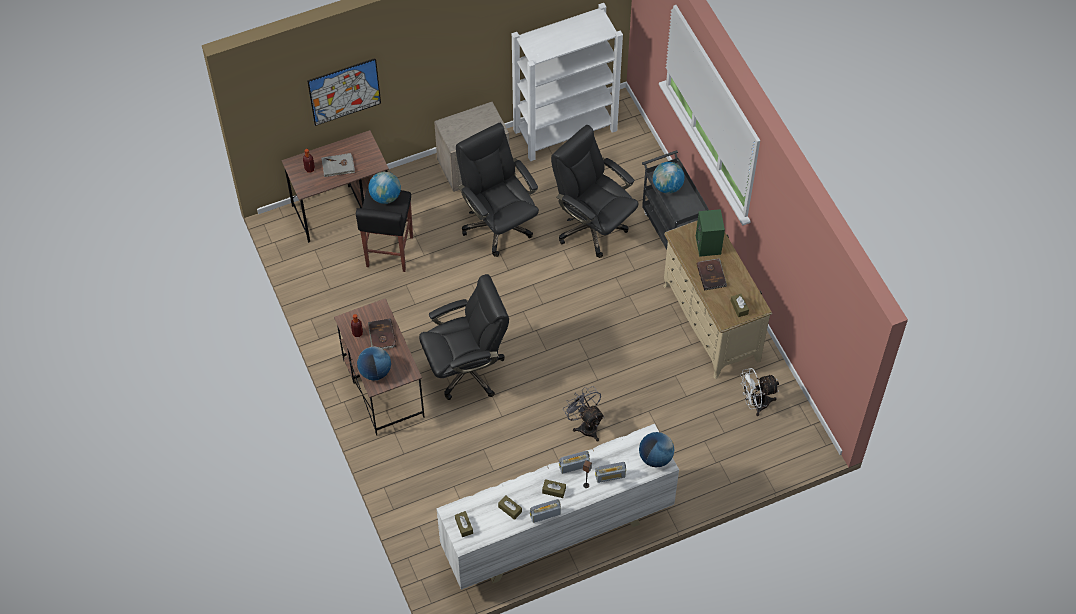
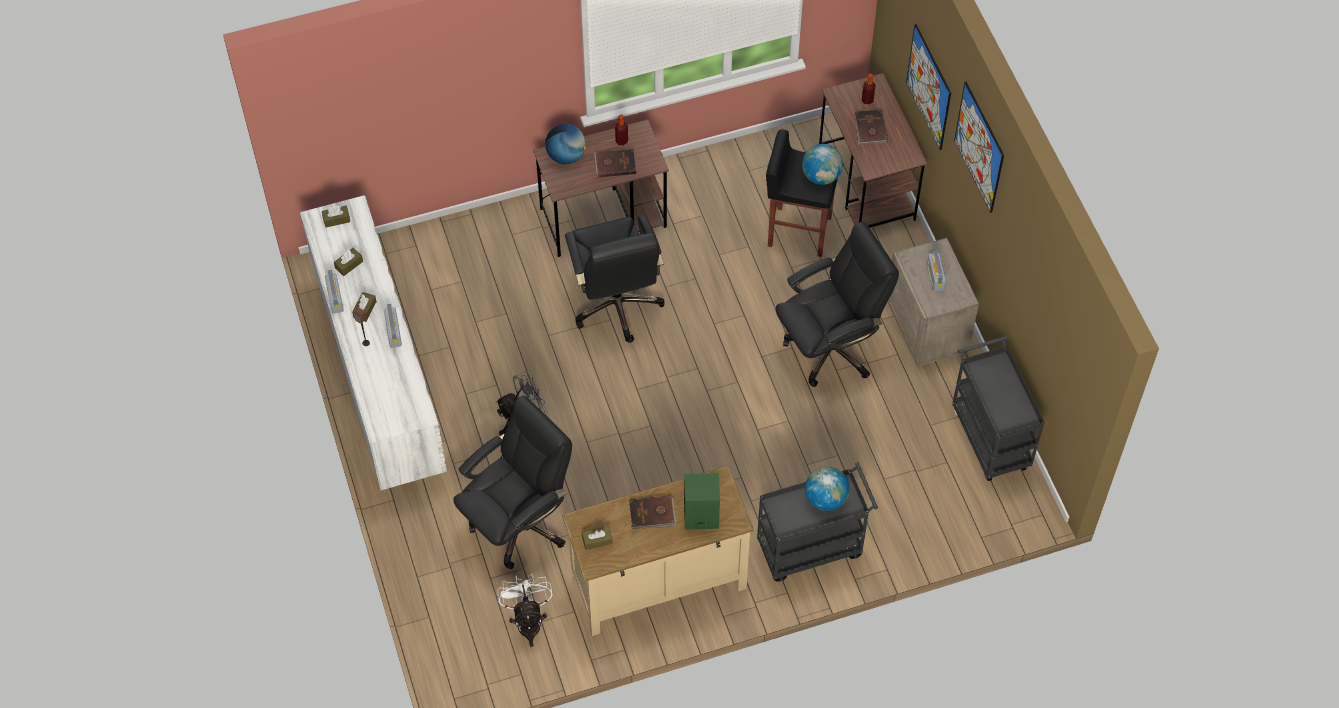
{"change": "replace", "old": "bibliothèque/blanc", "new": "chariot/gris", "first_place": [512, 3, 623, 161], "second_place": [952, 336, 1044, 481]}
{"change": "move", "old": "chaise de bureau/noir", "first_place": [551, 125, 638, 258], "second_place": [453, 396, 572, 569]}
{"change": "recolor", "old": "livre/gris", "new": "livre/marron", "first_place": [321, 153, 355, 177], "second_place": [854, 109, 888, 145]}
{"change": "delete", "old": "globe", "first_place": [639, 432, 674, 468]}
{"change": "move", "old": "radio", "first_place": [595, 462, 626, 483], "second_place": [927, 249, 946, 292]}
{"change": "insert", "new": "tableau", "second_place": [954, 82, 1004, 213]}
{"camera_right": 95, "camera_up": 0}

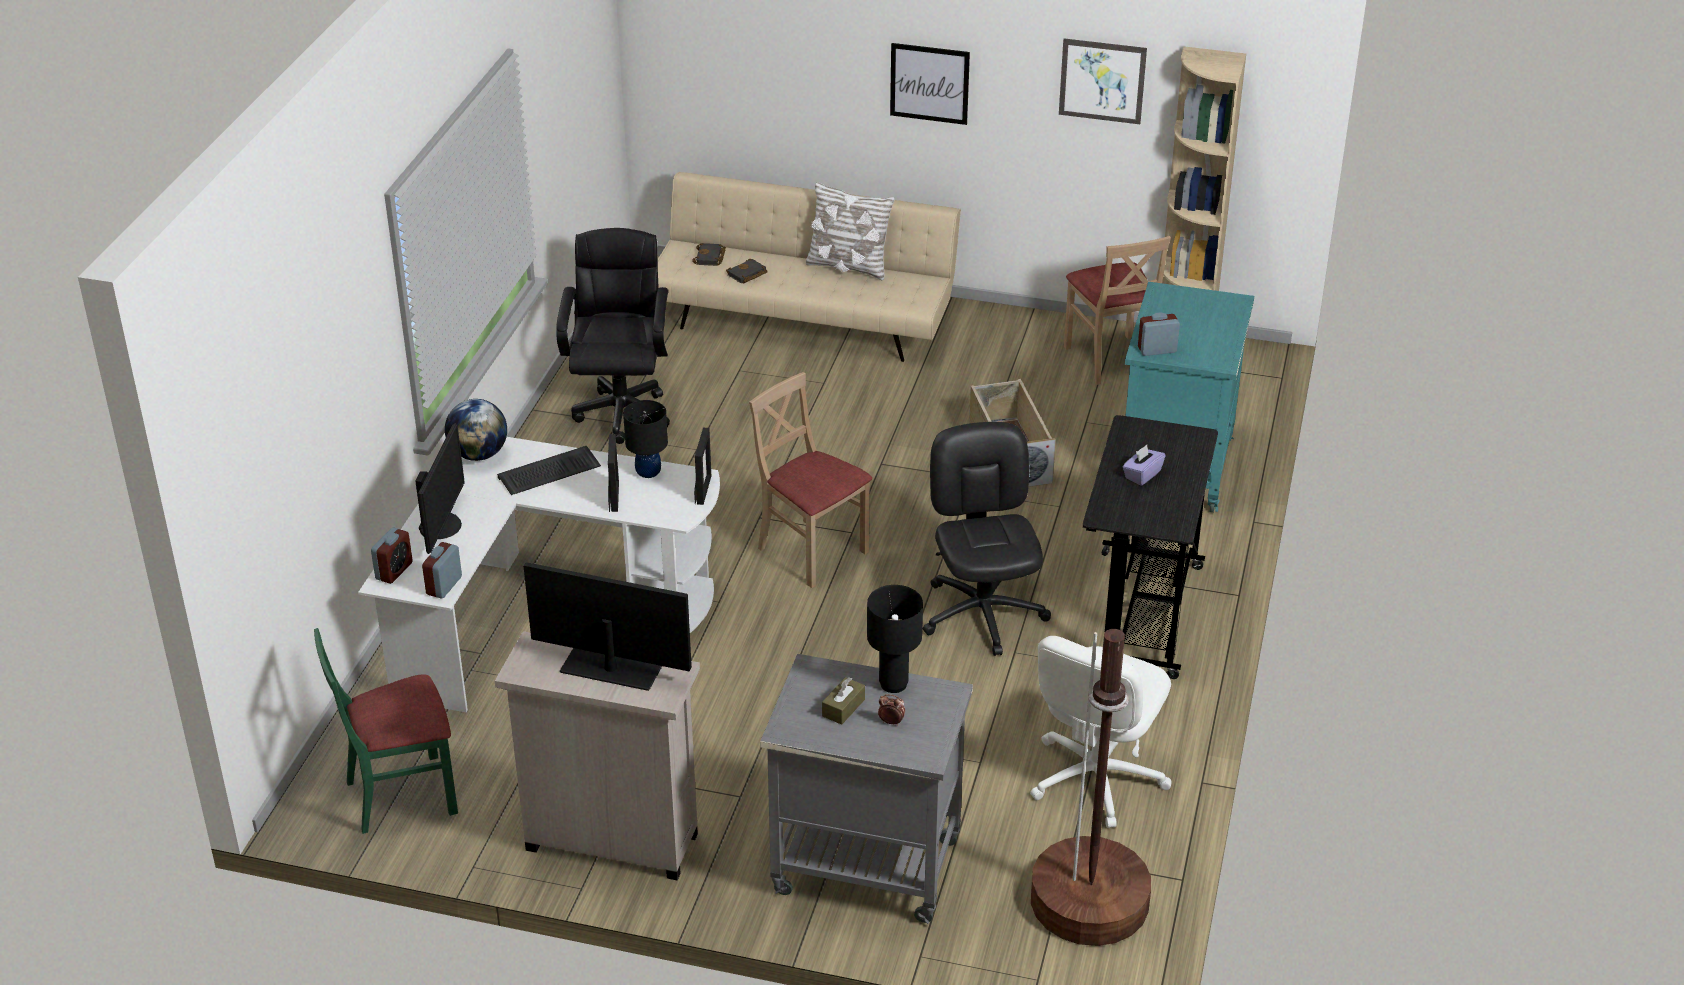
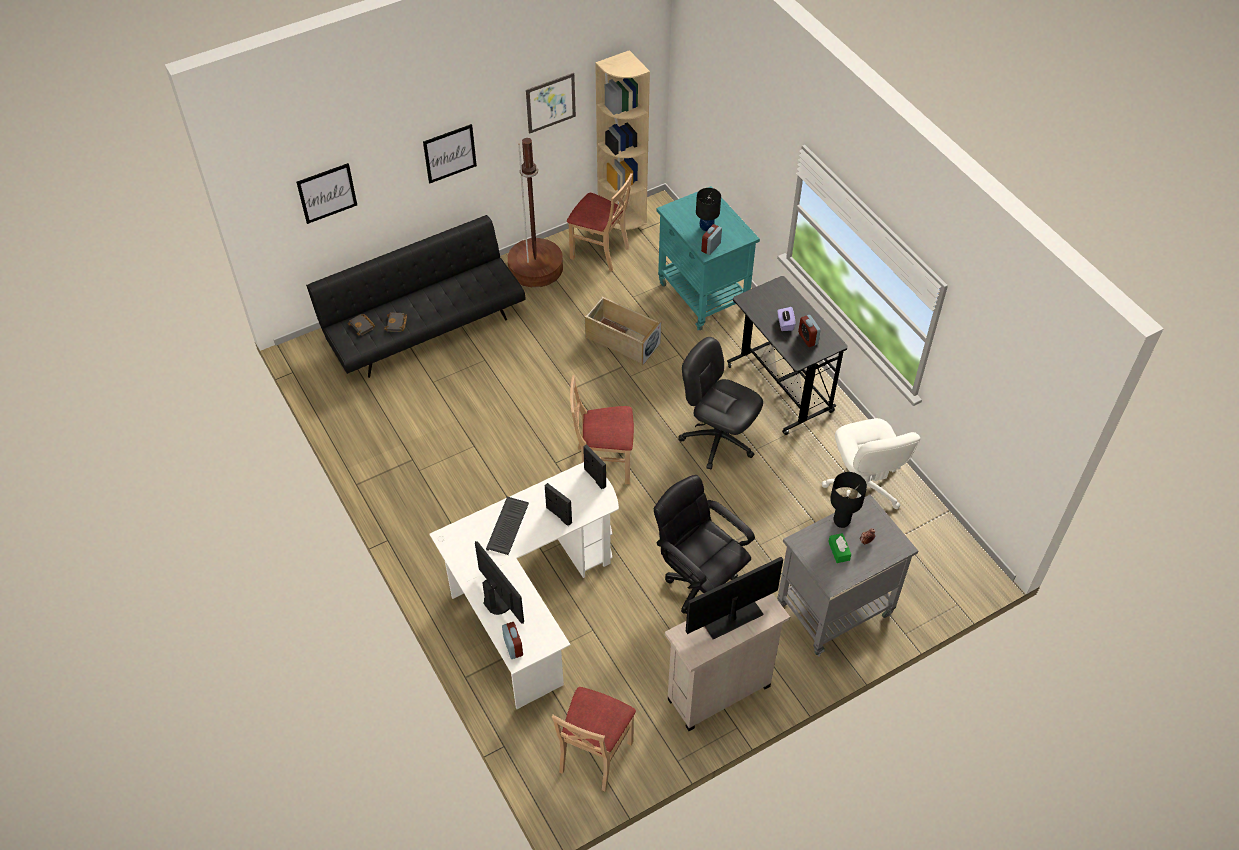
{"change": "recolor", "old": "canapé/beige", "new": "canapé/noir", "first_place": [658, 172, 961, 362], "second_place": [306, 215, 525, 378]}
{"change": "delete", "old": "coussin/blanc", "first_place": [806, 182, 895, 280]}
{"change": "move", "old": "chaise de bureau/noir", "first_place": [556, 228, 670, 444], "second_place": [654, 475, 755, 614]}
{"change": "delete", "old": "globe", "first_place": [445, 399, 507, 461]}
{"change": "move", "old": "lampe de table/noir", "first_place": [623, 400, 668, 478], "second_place": [696, 188, 721, 231]}
{"change": "move", "old": "réveil", "first_place": [422, 542, 462, 599], "second_place": [798, 315, 821, 347]}
{"change": "recolor", "old": "chaise/vert", "new": "chaise/beige", "first_place": [314, 628, 458, 834], "second_place": [552, 687, 636, 792]}
{"change": "move", "old": "lampadaire/marron", "first_place": [1031, 629, 1151, 946], "second_place": [508, 138, 563, 288]}
{"change": "recolor", "old": "boîte à mouchoirs/marron", "new": "boîte à mouchoirs/vert", "first_place": [822, 677, 865, 725], "second_place": [828, 533, 851, 563]}
{"change": "insert", "new": "tableau", "second_place": [296, 163, 357, 224]}
{"camera_right": -45, "camera_up": 15}

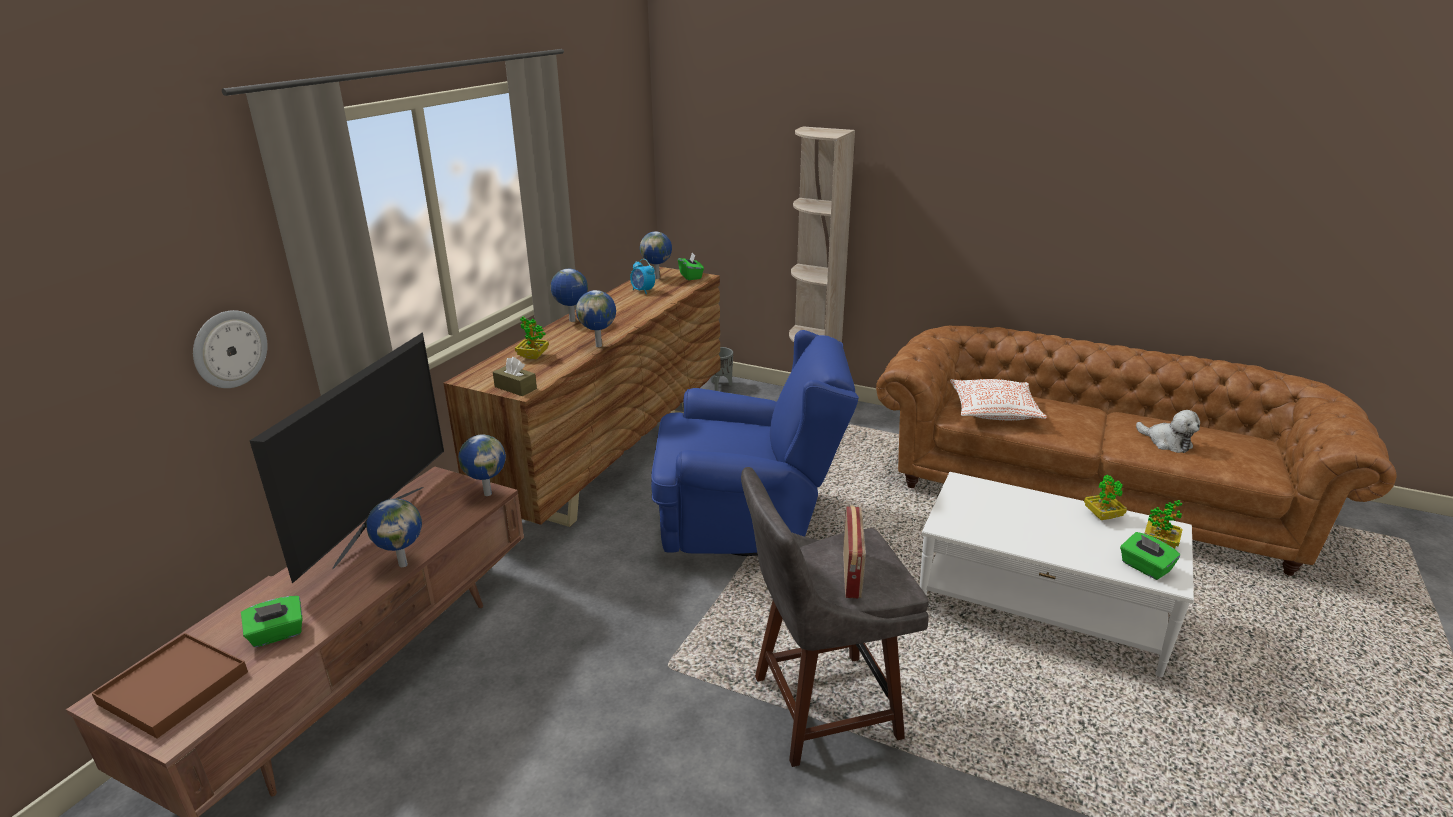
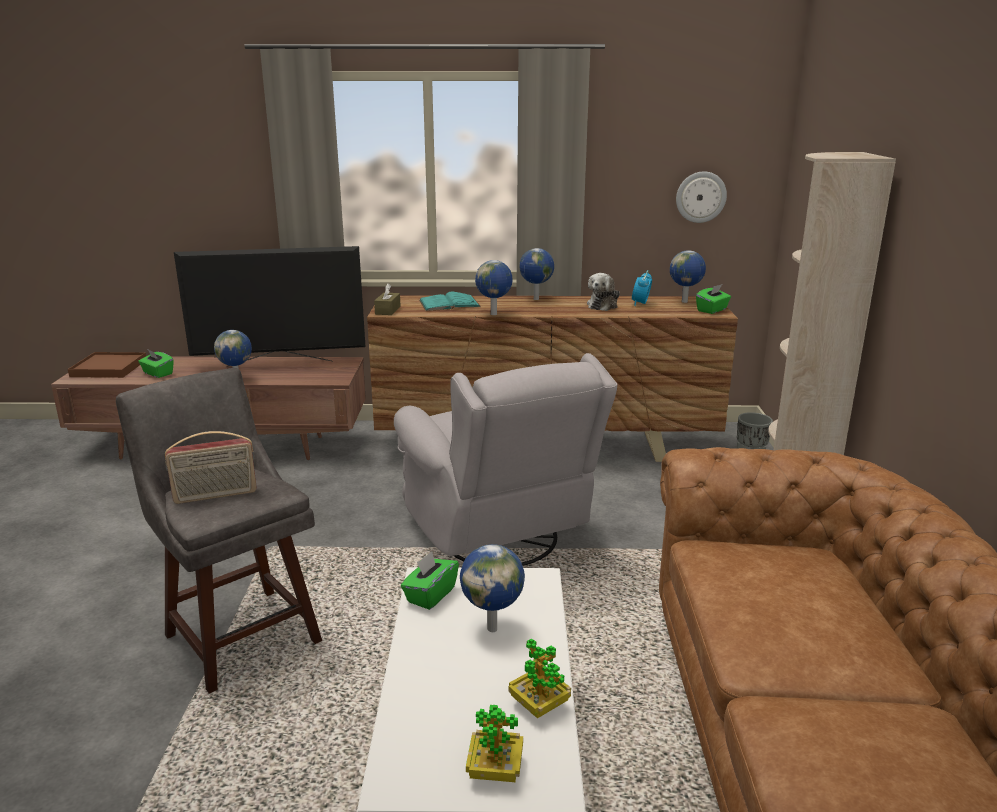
{"change": "move", "old": "horloge murale", "first_place": [193, 310, 268, 388], "second_place": [676, 171, 727, 223]}
{"change": "replace", "old": "plante en pot", "new": "livre/turquoise", "first_place": [515, 316, 549, 359], "second_place": [419, 291, 481, 311]}
{"change": "recolor", "old": "fauteuil/bleu", "new": "fauteuil/gris", "first_place": [651, 330, 859, 556], "second_place": [394, 353, 618, 566]}
{"change": "delete", "old": "coussin/blanc", "first_place": [950, 379, 1047, 421]}
{"change": "move", "old": "peluche", "first_place": [1136, 410, 1200, 453], "second_place": [587, 273, 620, 311]}
{"change": "move", "old": "globe", "first_place": [458, 434, 506, 496], "second_place": [460, 544, 525, 632]}
{"change": "move", "old": "boîte à mouchoirs/vert", "first_place": [1120, 532, 1180, 580], "second_place": [401, 551, 459, 610]}
{"camera_right": 65, "camera_up": -5}

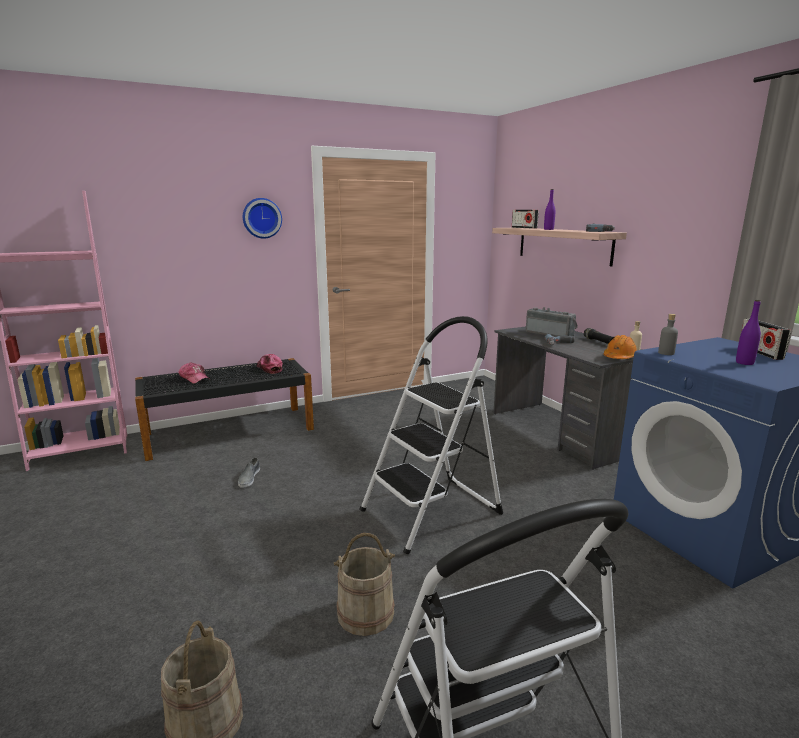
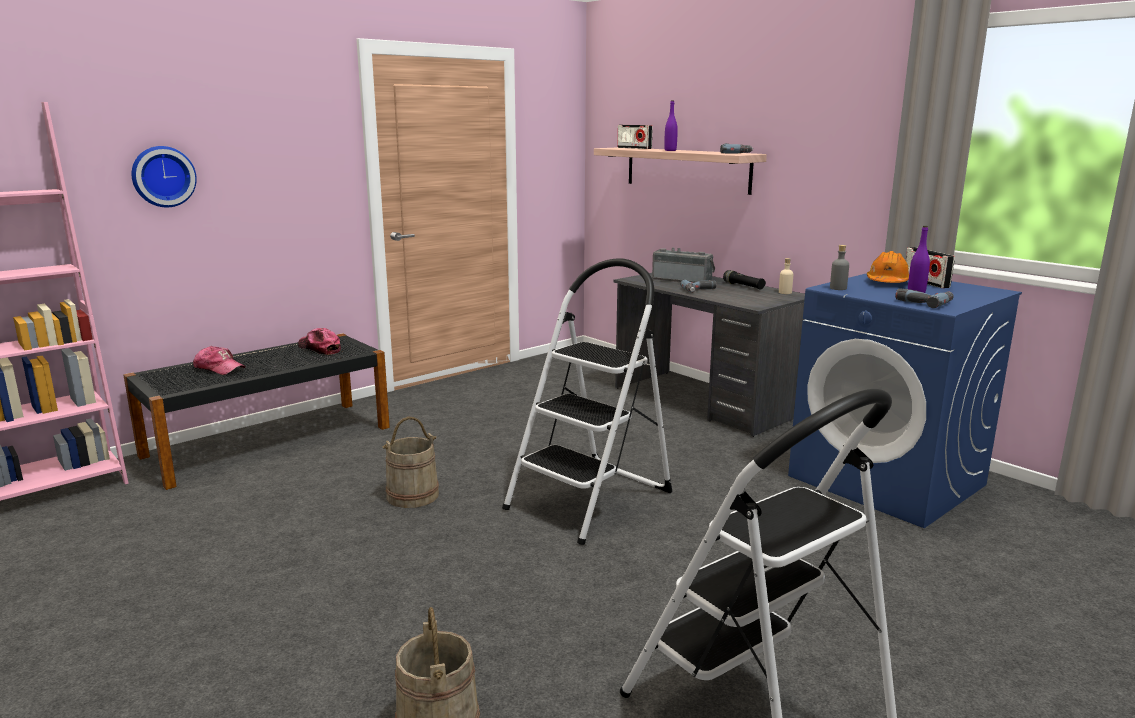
{"change": "move", "old": "horloge murale", "first_place": [243, 198, 282, 239], "second_place": [132, 146, 197, 207]}
{"change": "move", "old": "casque de chantier/orange", "first_place": [603, 335, 637, 359], "second_place": [867, 251, 909, 283]}
{"change": "delete", "old": "chaussure/gris", "first_place": [238, 458, 260, 488]}
{"change": "move", "old": "seau/beige", "first_place": [333, 533, 395, 636], "second_place": [382, 417, 439, 508]}
{"change": "insert", "new": "perceuse", "second_place": [895, 288, 954, 308]}
{"camera_right": -15, "camera_up": 0}

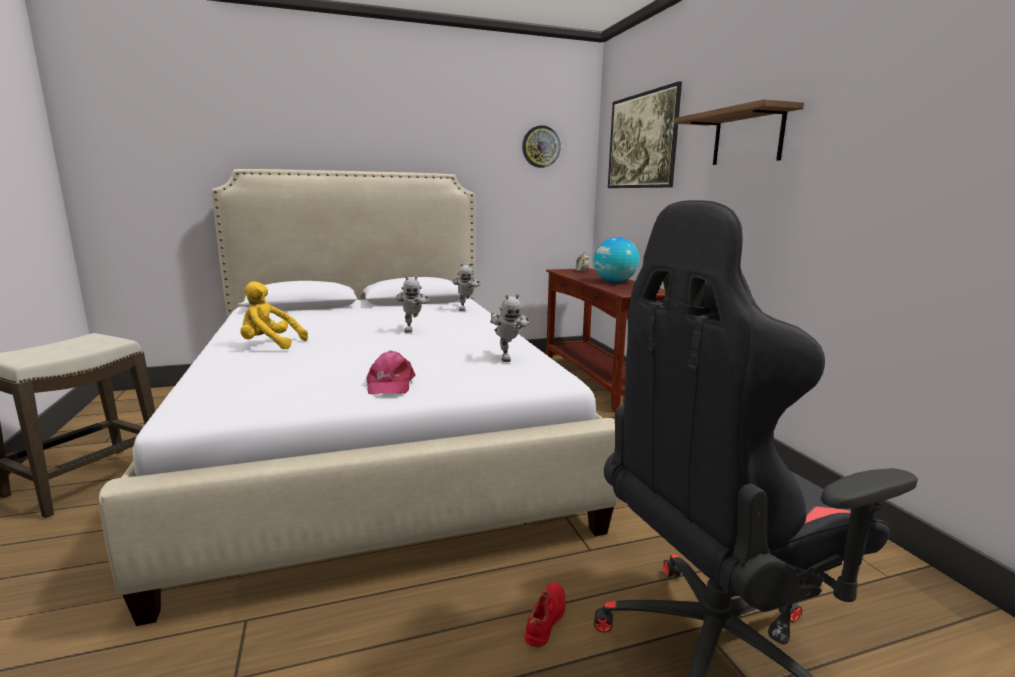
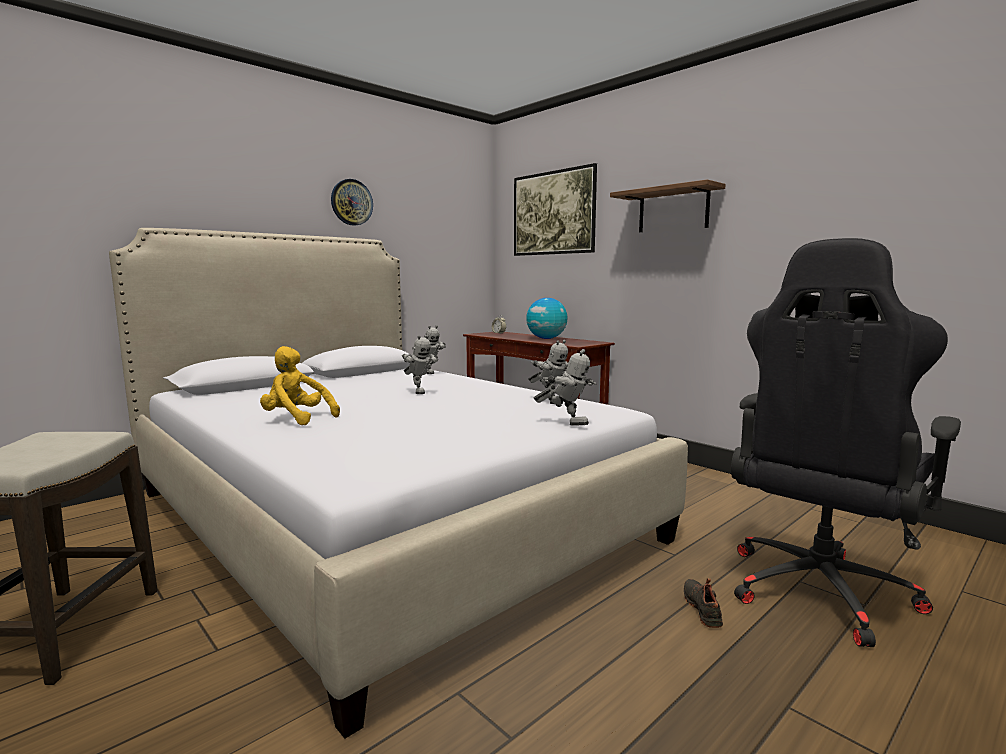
{"change": "move", "old": "horloge murale", "first_place": [522, 125, 561, 168], "second_place": [331, 179, 373, 226]}
{"change": "rotate", "old": "peluche/jaune", "first_place": [241, 281, 308, 349], "second_place": [260, 346, 340, 425], "degrees": 45}
{"change": "delete", "old": "casquette/rose", "first_place": [366, 351, 415, 395]}
{"change": "recolor", "old": "chaussure/rouge", "new": "chaussure/noir", "first_place": [524, 582, 566, 647], "second_place": [684, 578, 723, 628]}
{"change": "insert", "new": "robot jouet", "second_place": [534, 349, 596, 426]}
{"camera_right": -25, "camera_up": -5}

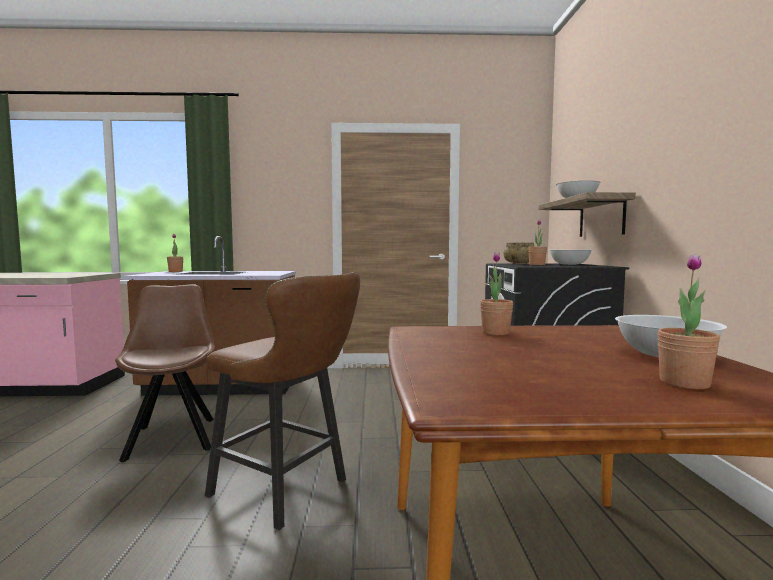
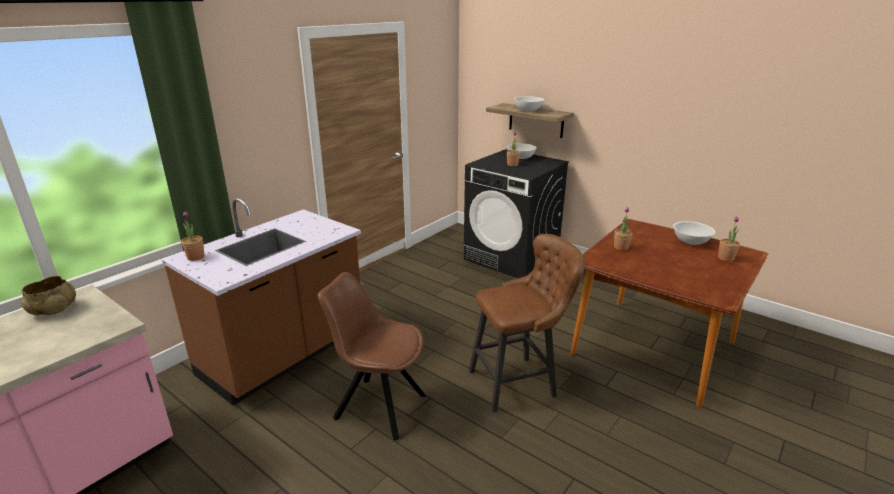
{"change": "move", "old": "bol/beige", "first_place": [504, 243, 534, 264], "second_place": [21, 276, 76, 315]}
{"camera_right": -50, "camera_up": 20}

